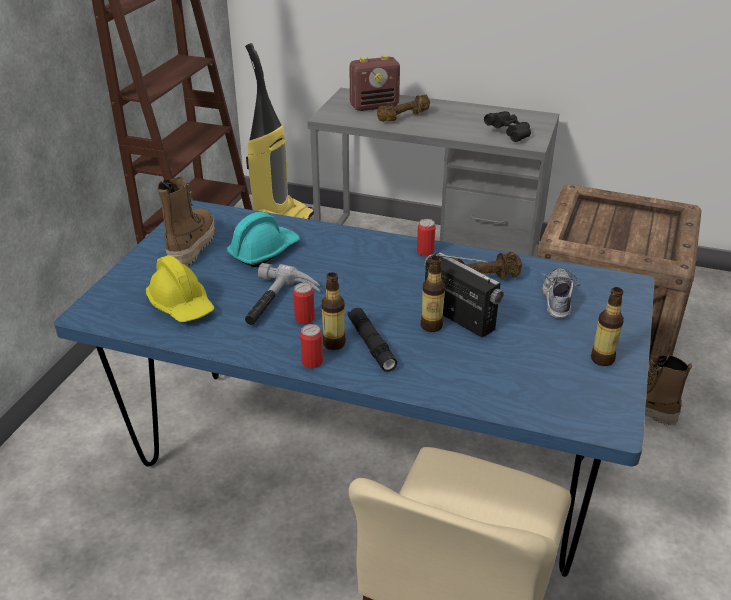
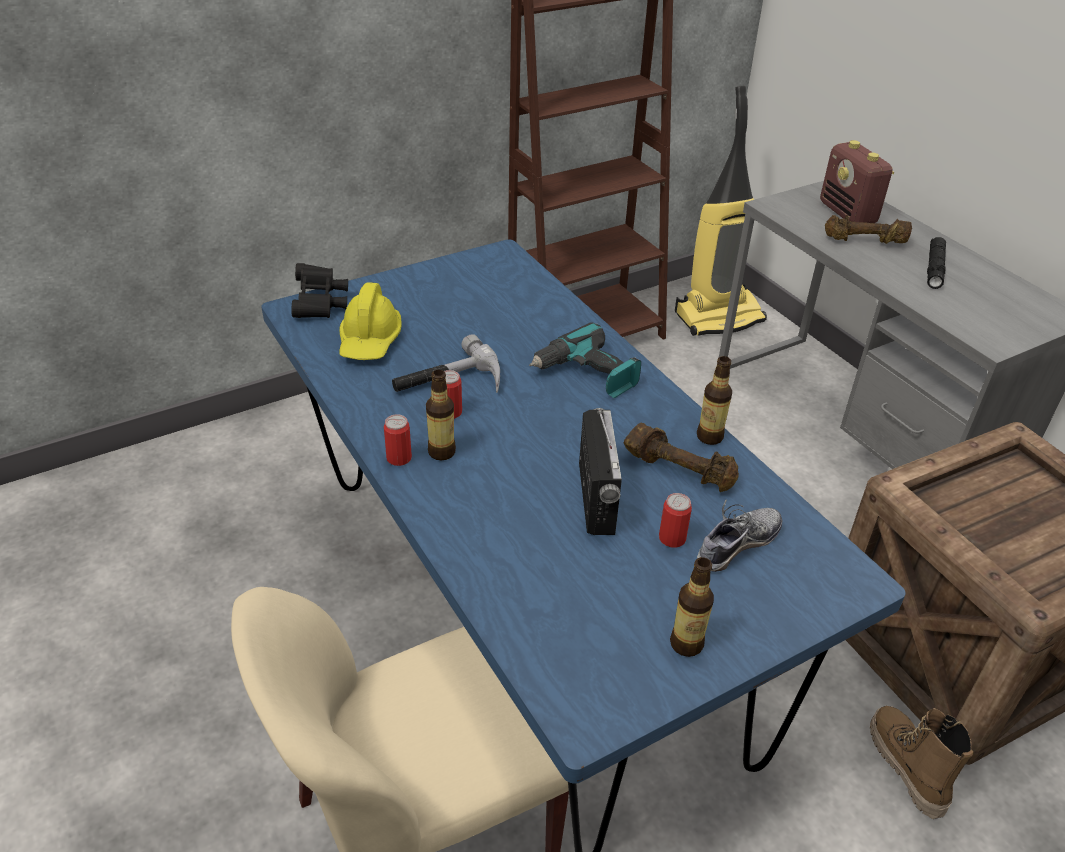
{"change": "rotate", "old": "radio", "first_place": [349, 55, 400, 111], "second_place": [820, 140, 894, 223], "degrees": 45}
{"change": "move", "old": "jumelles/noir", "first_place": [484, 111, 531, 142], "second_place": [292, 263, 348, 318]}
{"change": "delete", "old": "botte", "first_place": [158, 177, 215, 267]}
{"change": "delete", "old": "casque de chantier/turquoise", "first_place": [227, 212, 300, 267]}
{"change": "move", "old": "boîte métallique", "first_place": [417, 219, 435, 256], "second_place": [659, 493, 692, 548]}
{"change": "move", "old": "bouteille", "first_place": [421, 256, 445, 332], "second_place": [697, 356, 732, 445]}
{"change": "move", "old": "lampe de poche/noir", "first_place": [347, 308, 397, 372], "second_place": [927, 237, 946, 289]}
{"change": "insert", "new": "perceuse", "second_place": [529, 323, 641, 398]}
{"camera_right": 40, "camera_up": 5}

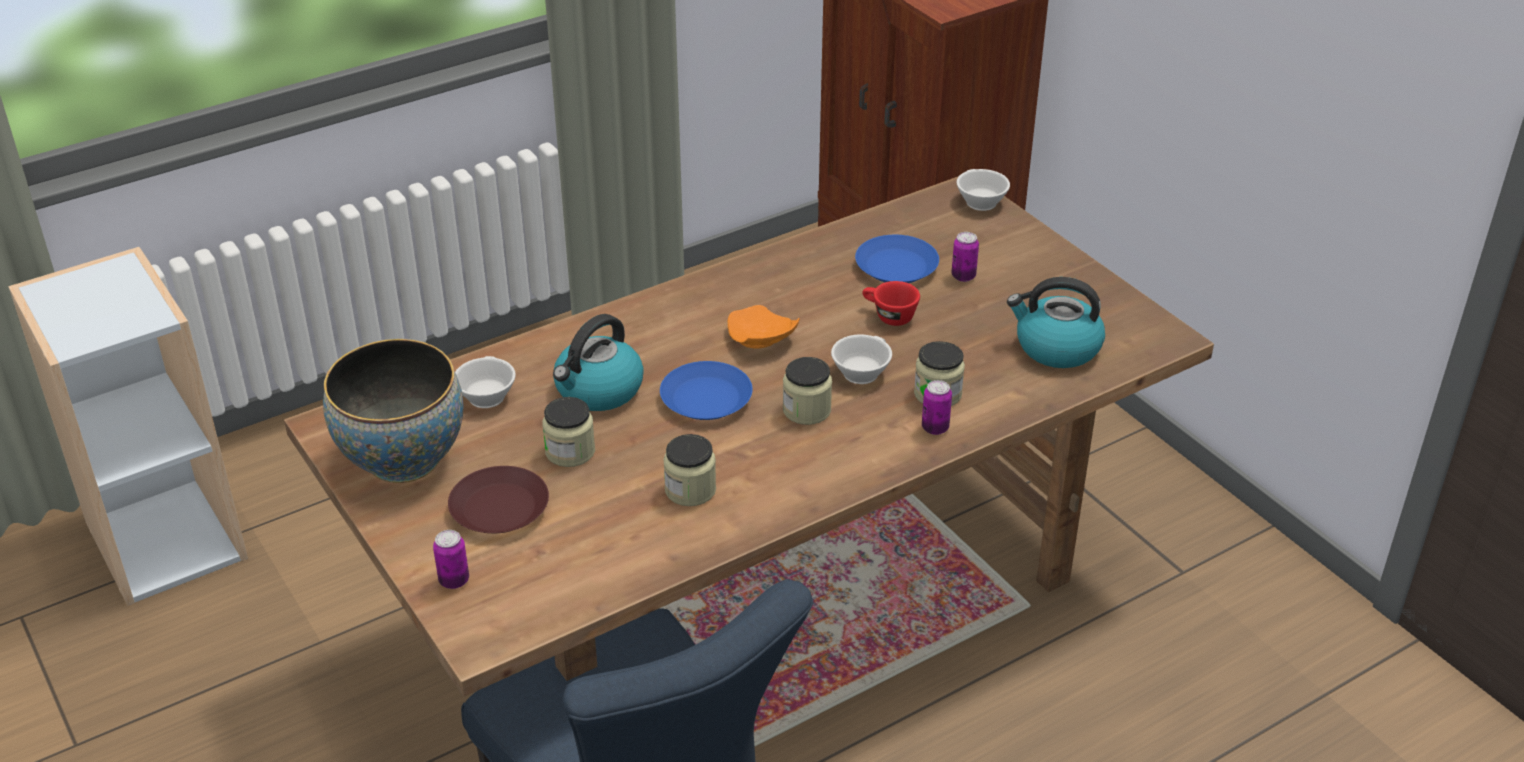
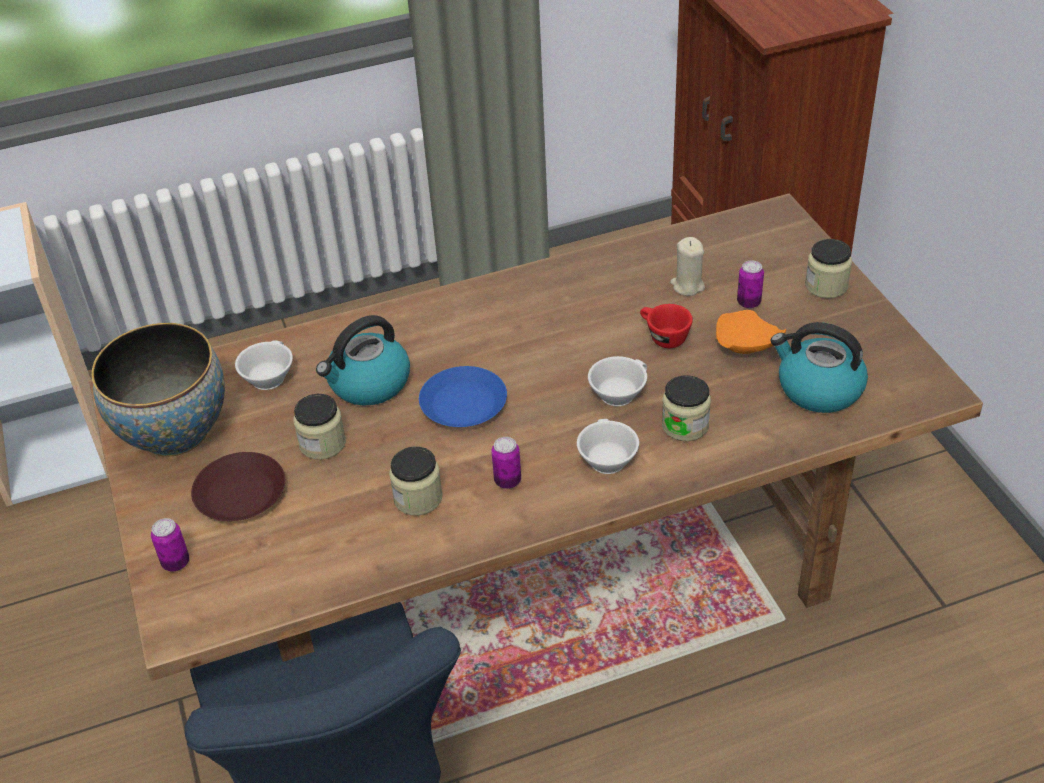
{"change": "move", "old": "tasse/blanc", "first_place": [957, 169, 1010, 211], "second_place": [577, 419, 639, 474]}
{"change": "replace", "old": "assiette/bleu", "new": "bougie/beige", "first_place": [855, 235, 939, 283], "second_place": [670, 237, 705, 296]}
{"change": "move", "old": "assiette/orange", "first_place": [728, 305, 800, 349], "second_place": [716, 310, 786, 354]}
{"change": "move", "old": "bocal", "first_place": [783, 357, 832, 425], "second_place": [805, 239, 852, 298]}
{"change": "move", "old": "boîte métallique", "first_place": [922, 380, 952, 435], "second_place": [491, 437, 521, 489]}
{"camera_right": 15, "camera_up": 5}

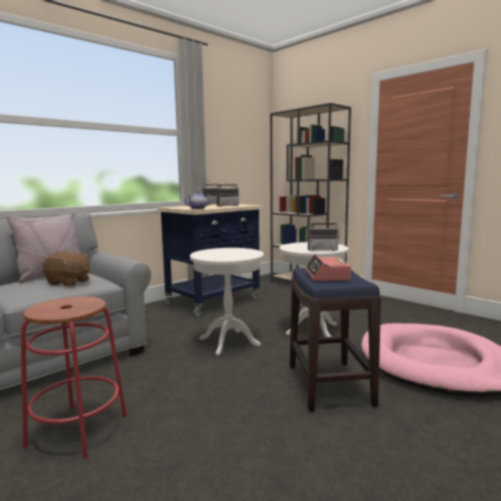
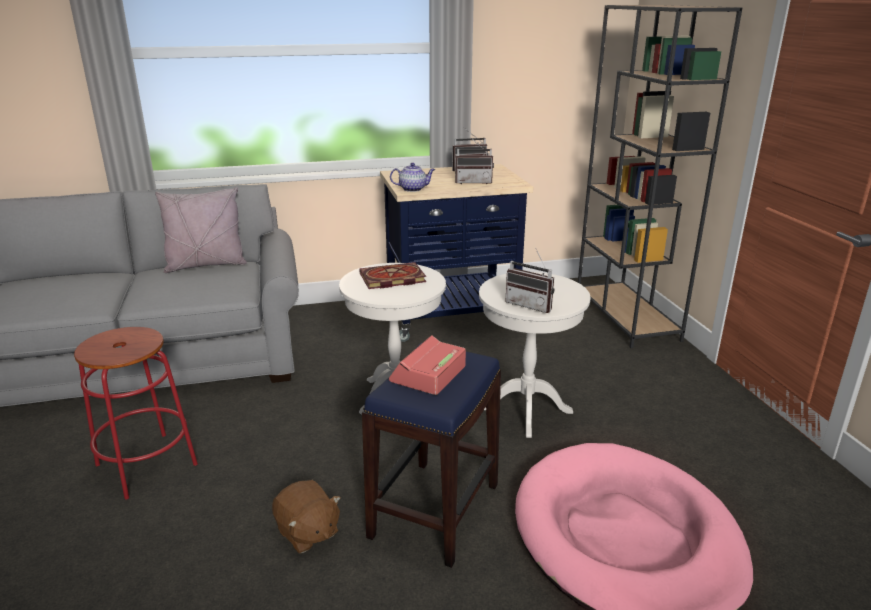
{"change": "move", "old": "peluche/marron", "first_place": [43, 252, 90, 286], "second_place": [272, 480, 341, 553]}
{"change": "insert", "new": "livre", "second_place": [359, 262, 426, 289]}
{"camera_right": 30, "camera_up": 15}

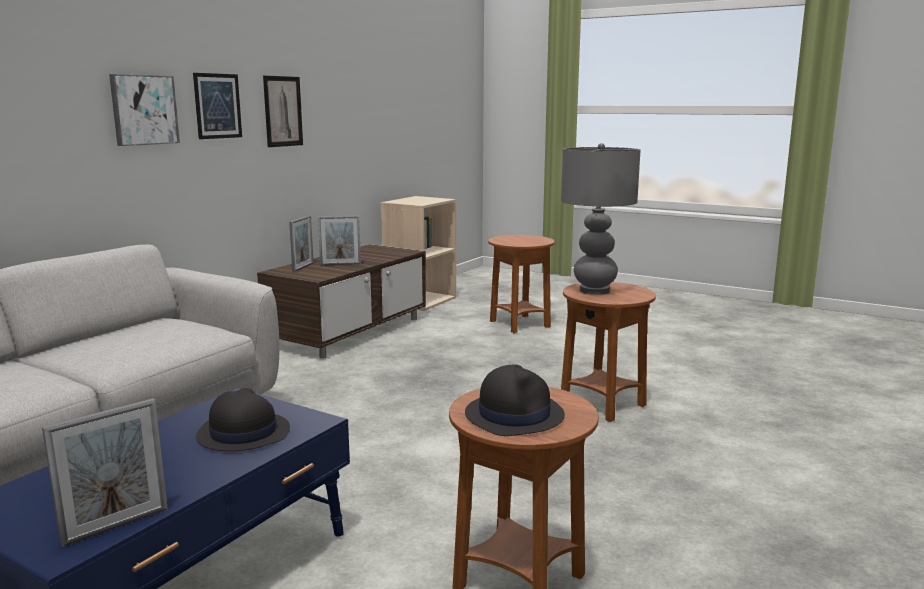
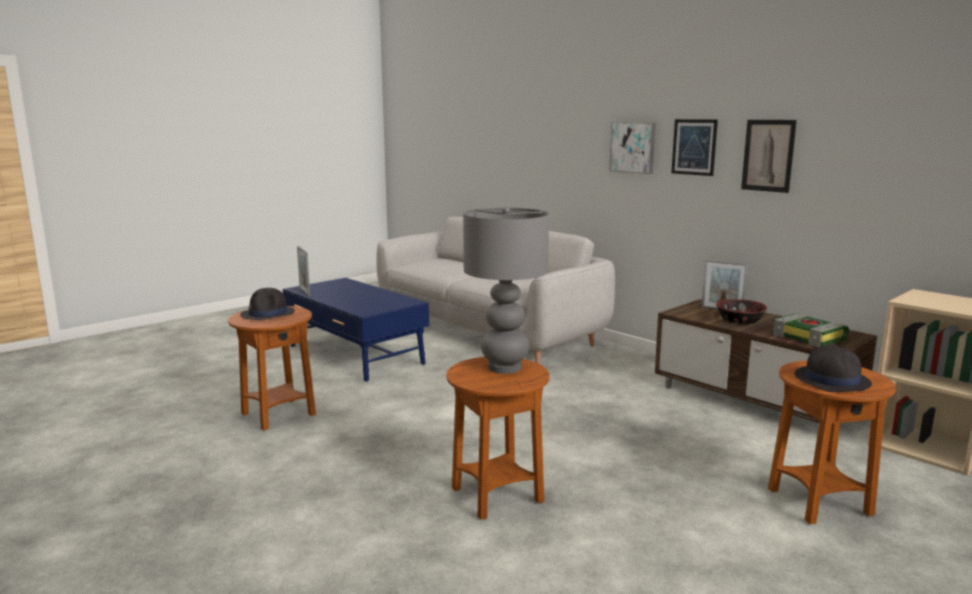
{"change": "replace", "old": "cadre photo", "new": "bol", "first_place": [318, 216, 361, 266], "second_place": [716, 299, 767, 324]}
{"change": "move", "old": "chapeau/noir", "first_place": [196, 388, 290, 451], "second_place": [794, 345, 872, 392]}
{"change": "insert", "new": "livre", "second_place": [771, 314, 849, 347]}
{"camera_right": 105, "camera_up": 0}

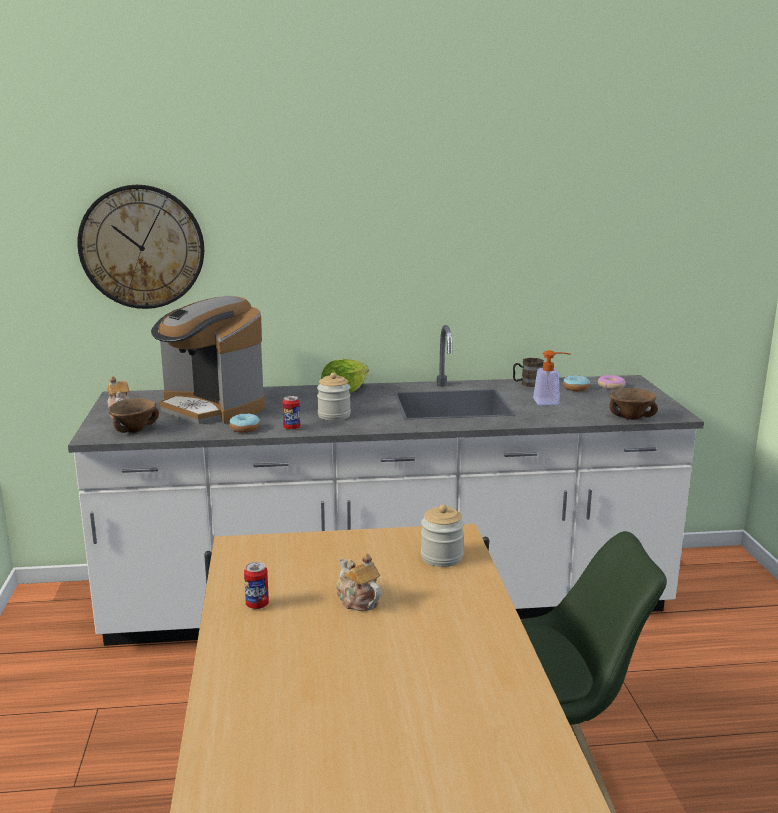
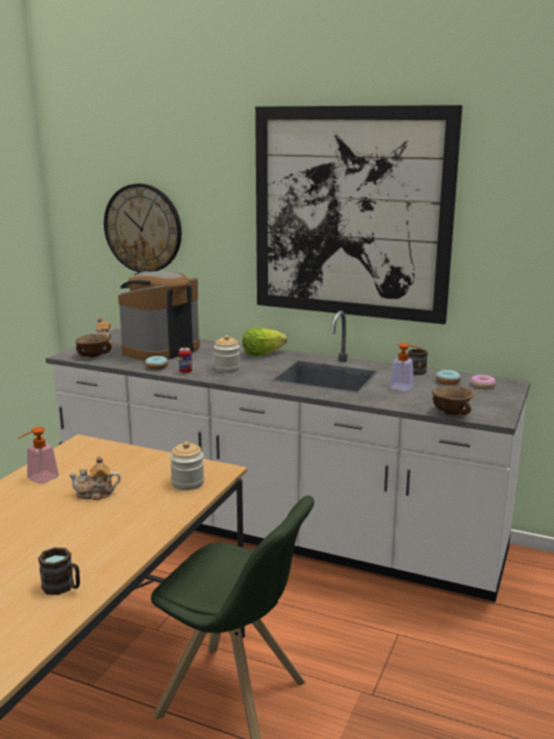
{"change": "rotate", "old": "machine à café", "first_place": [151, 296, 265, 424], "second_place": [118, 271, 200, 361], "degrees": 60}
{"change": "rotate", "old": "théière", "first_place": [336, 554, 381, 611], "second_place": [69, 456, 121, 500], "degrees": -90}
{"change": "replace", "old": "boîte métallique", "new": "distributeur de savon", "first_place": [244, 562, 269, 609], "second_place": [18, 427, 59, 484]}
{"change": "insert", "new": "tableau", "second_place": [255, 105, 462, 324]}
{"change": "insert", "new": "mug/marron", "second_place": [38, 547, 80, 595]}
{"camera_right": 30, "camera_up": 0}

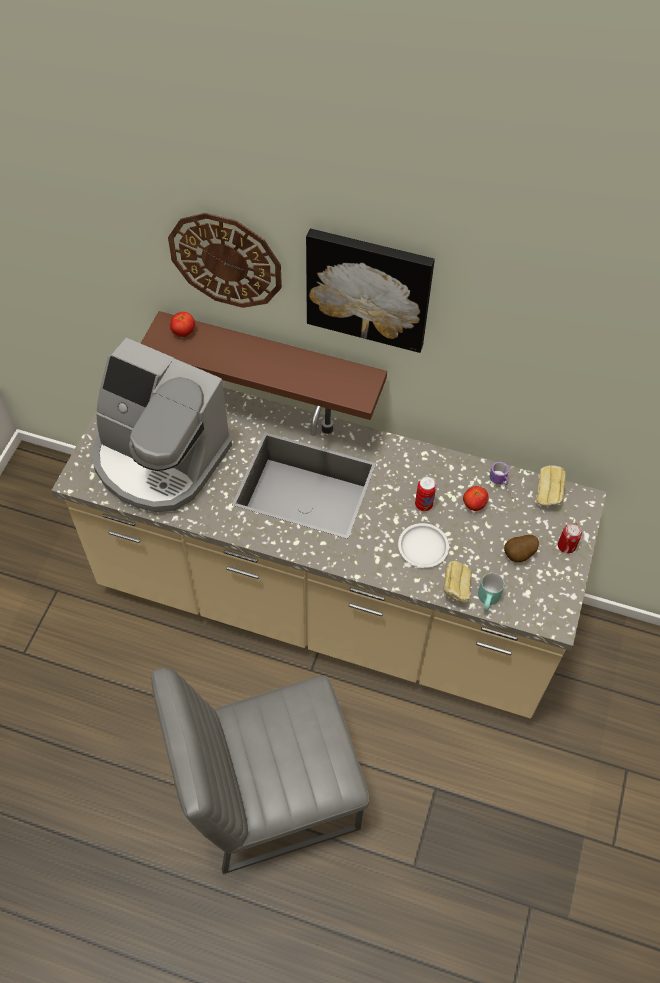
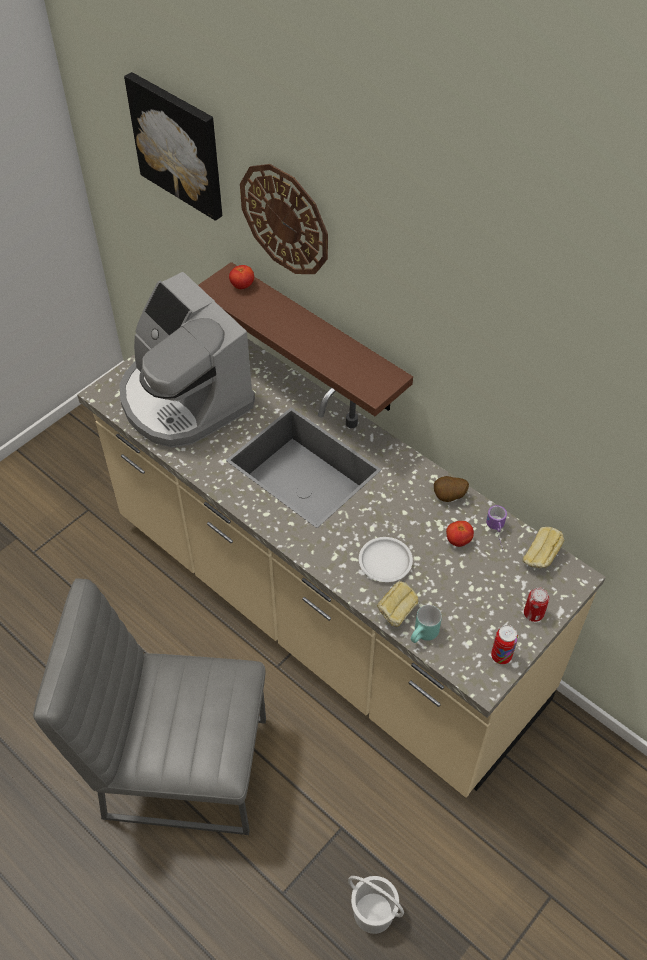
{"change": "move", "old": "tableau", "first_place": [306, 229, 435, 353], "second_place": [124, 72, 222, 221]}
{"change": "move", "old": "boîte métallique", "first_place": [415, 476, 436, 511], "second_place": [491, 625, 518, 665]}
{"change": "move", "old": "pomme de terre", "first_place": [504, 535, 539, 562], "second_place": [434, 476, 469, 502]}
{"change": "insert", "new": "seau/blanc", "second_place": [348, 876, 404, 934]}
{"camera_right": 25, "camera_up": -5}

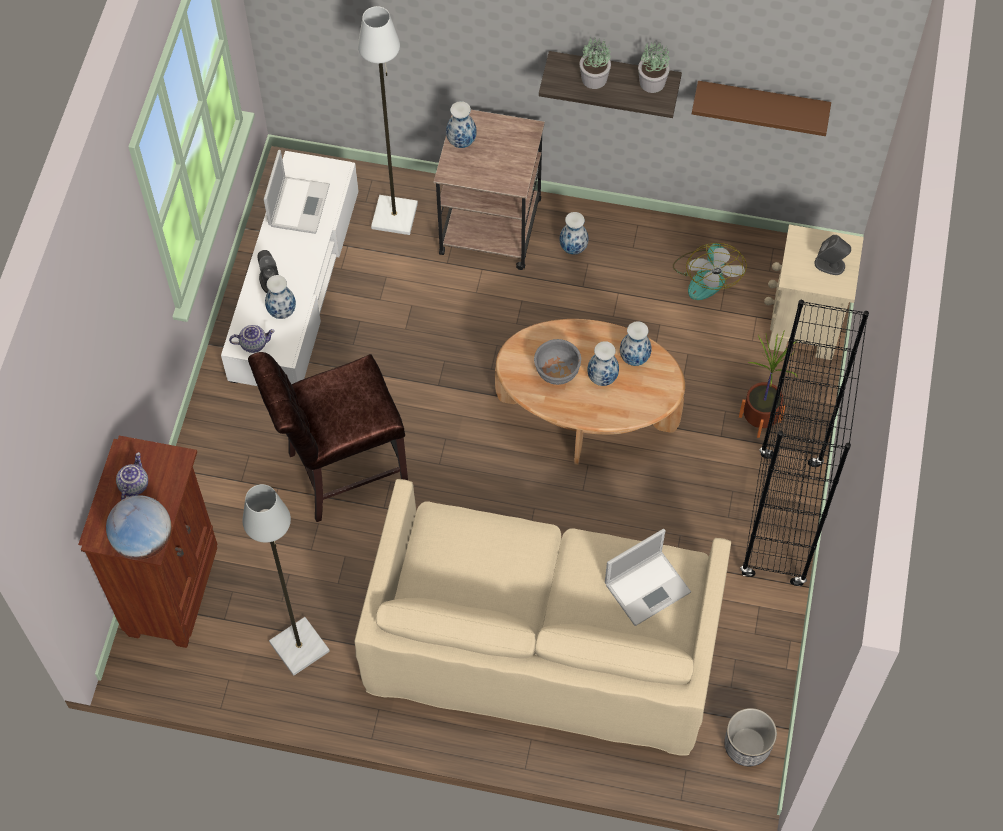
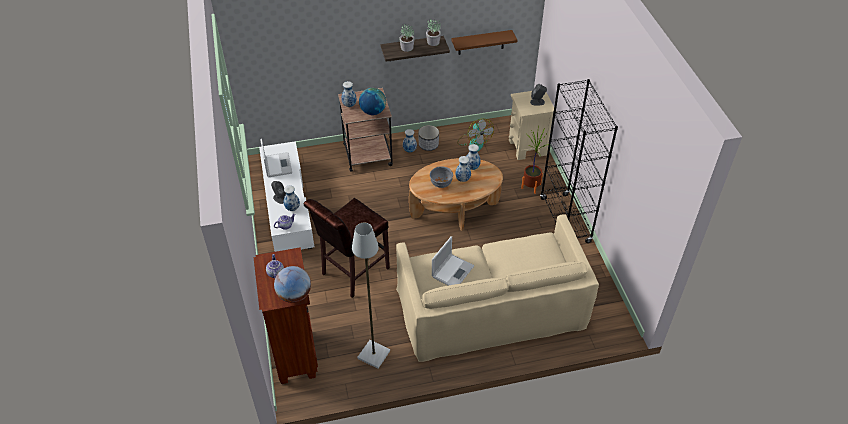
{"change": "delete", "old": "lampadaire/blanc", "first_place": [358, 6, 418, 235]}
{"change": "move", "old": "ordinateur portable", "first_place": [605, 528, 691, 626], "second_place": [432, 236, 475, 285]}
{"change": "move", "old": "cache-pot", "first_place": [724, 708, 777, 766], "second_place": [418, 125, 439, 151]}
{"change": "insert", "new": "globe", "second_place": [359, 88, 386, 115]}
{"camera_right": -25, "camera_up": -15}

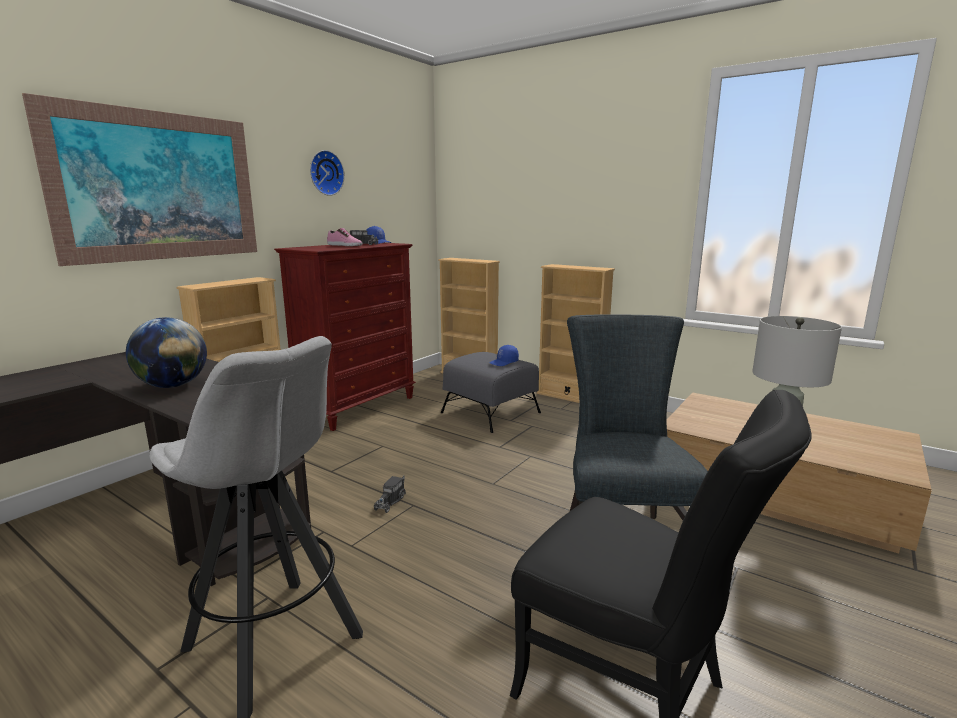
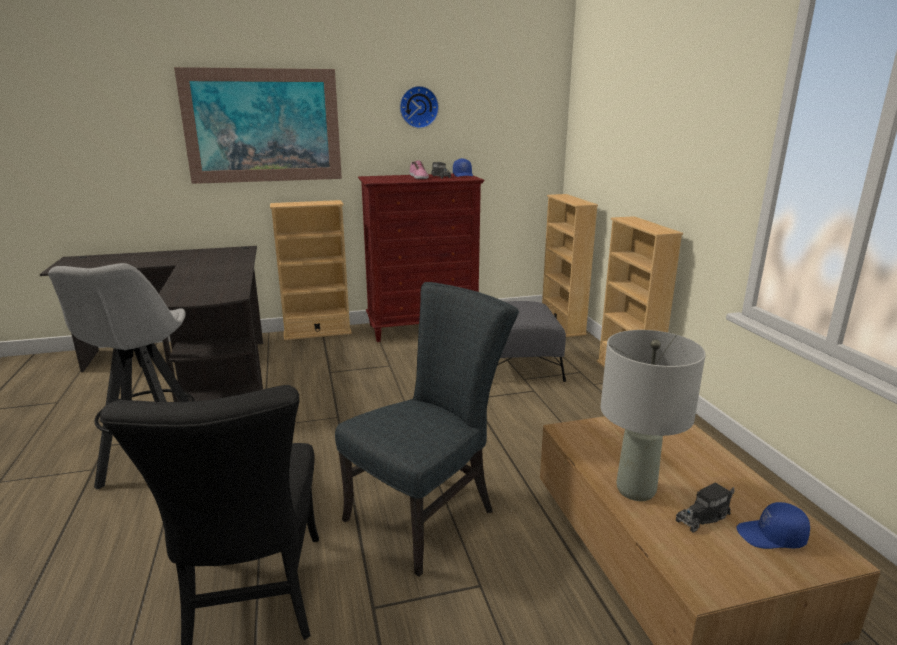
{"change": "delete", "old": "globe", "first_place": [126, 317, 207, 388]}
{"change": "move", "old": "casquette/bleu", "first_place": [489, 345, 519, 366], "second_place": [736, 502, 810, 549]}
{"change": "move", "old": "camion jouet", "first_place": [374, 475, 406, 513], "second_place": [676, 483, 735, 533]}
{"camera_right": 40, "camera_up": 5}

